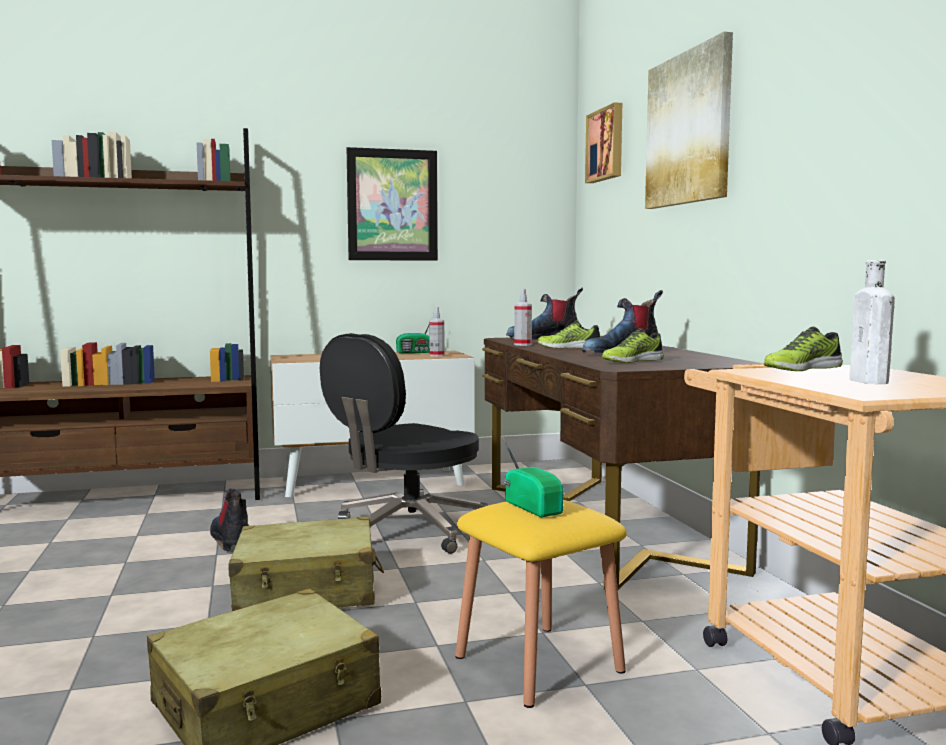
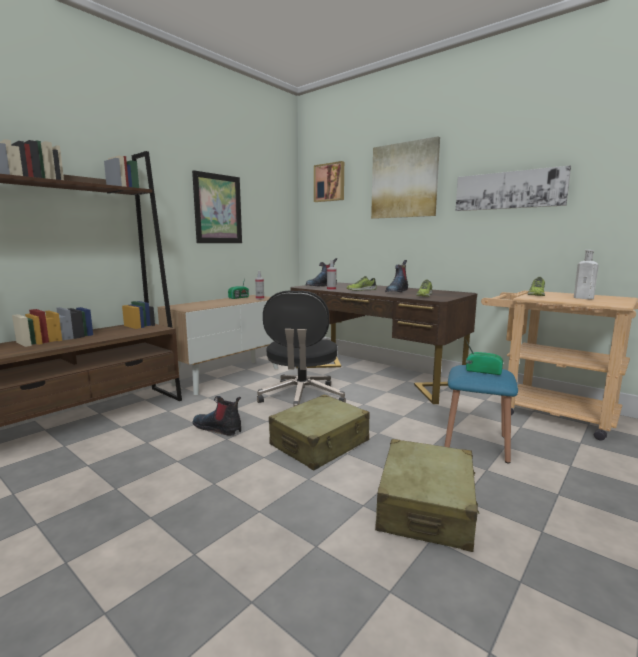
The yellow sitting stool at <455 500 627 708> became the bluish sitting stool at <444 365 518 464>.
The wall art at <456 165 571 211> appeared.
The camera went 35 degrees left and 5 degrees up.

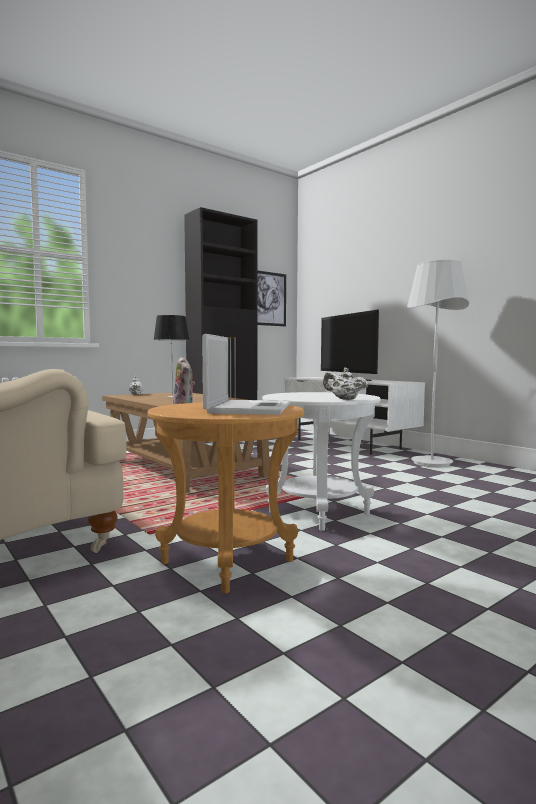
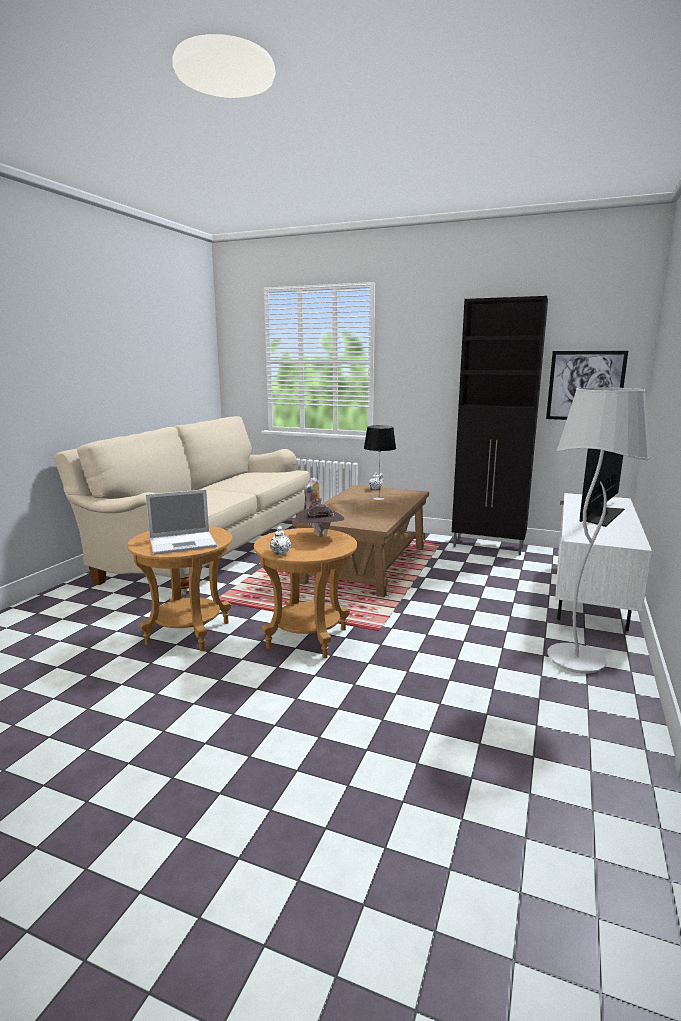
The white side table at <262 392 381 531> became the brown-coloured side table at <254 528 357 658>.
The brown-coloured clothing hat at <296 504 344 537> appeared.
The camera went 60 degrees right and 10 degrees up.

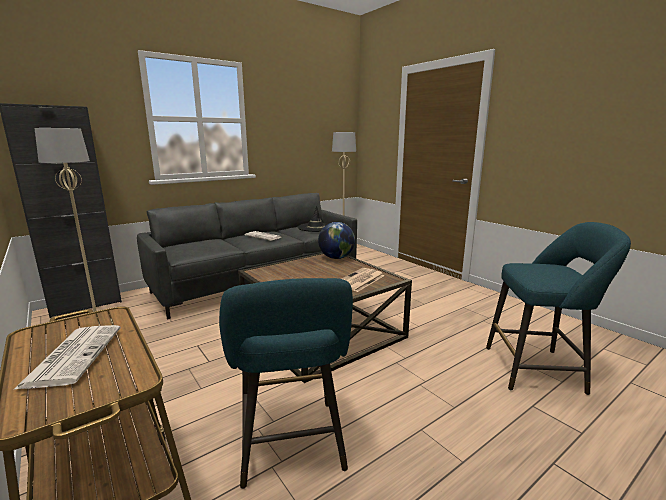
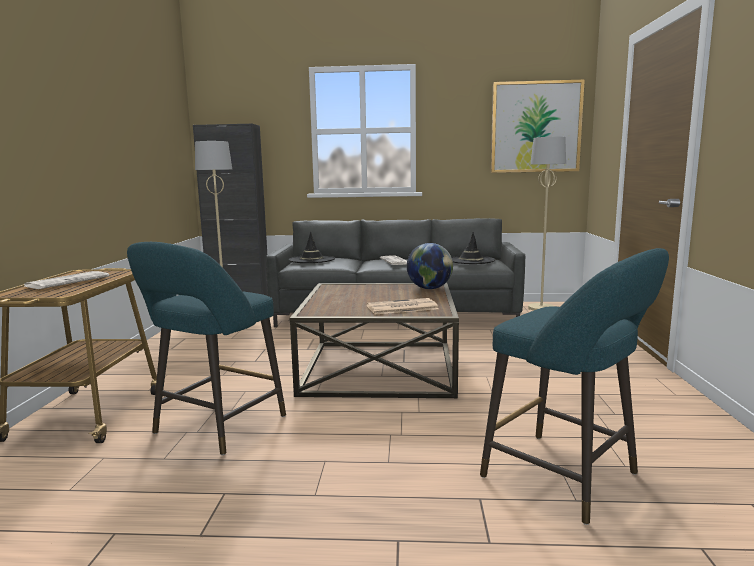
The blackish clothing hat at <289 232 335 263> appeared.
The wall art at <491 79 585 173> appeared.
The camera went 40 degrees right and 5 degrees down.

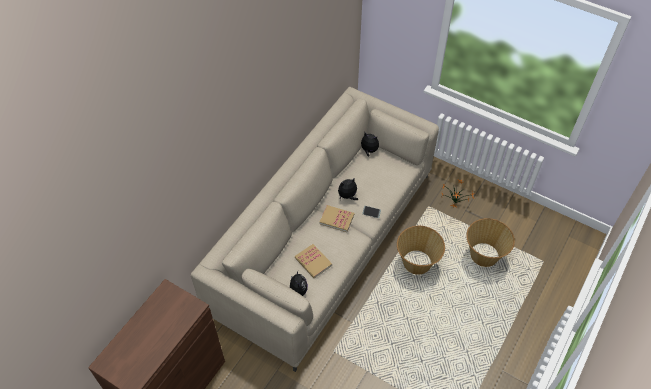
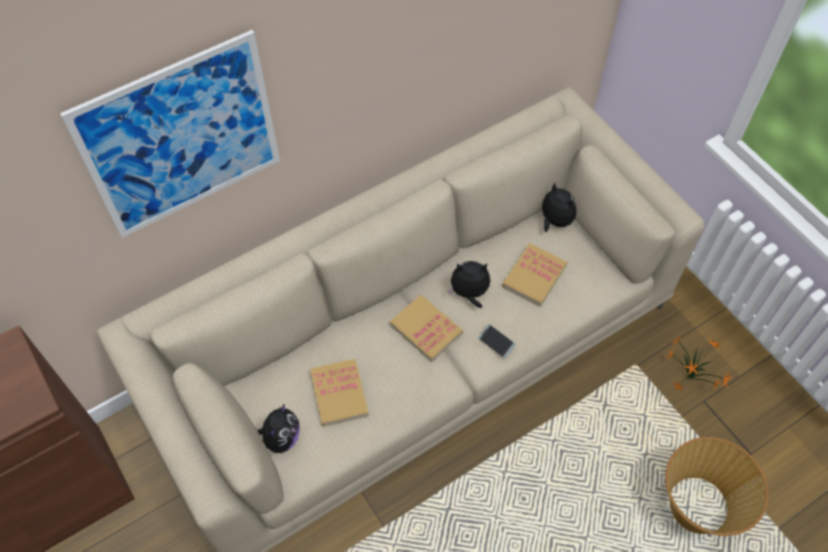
The wall art at <60 30 280 238> appeared.
The volume at <502 243 567 307> appeared.
The basket at <397 226 445 275> disappeared.
The camera went 25 degrees right and 5 degrees up.

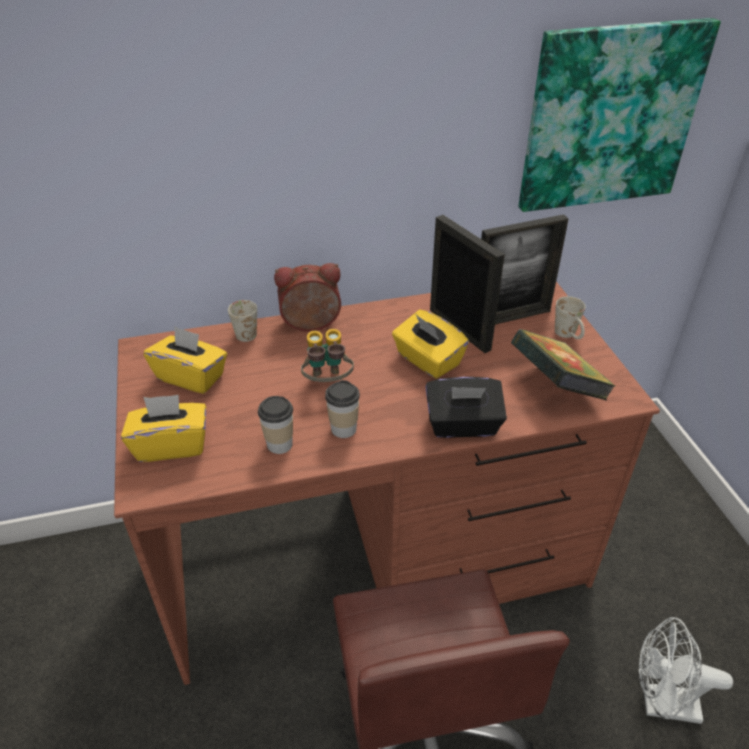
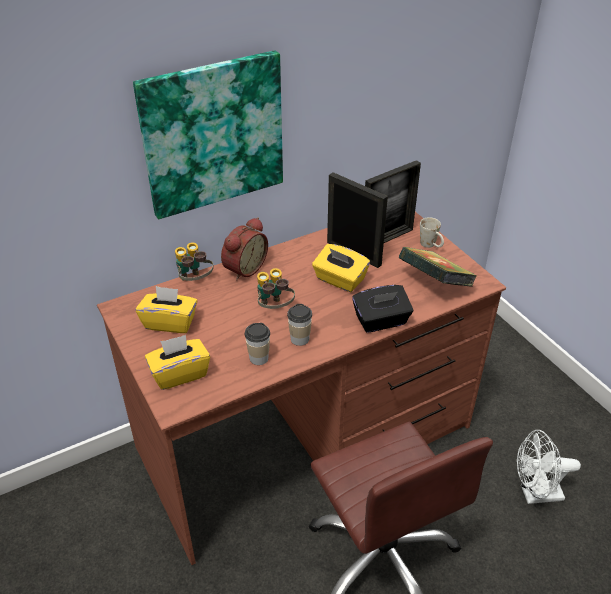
The wall art moved from <519 18 721 212> to <133 50 283 219>.
The white mug at <228 300 257 342> was replaced by the pair of binoculars at <175 242 214 281>.
The table clock at <274 263 341 332> turned 150 degrees clockwise.
The camera went 15 degrees left and 0 degrees up.

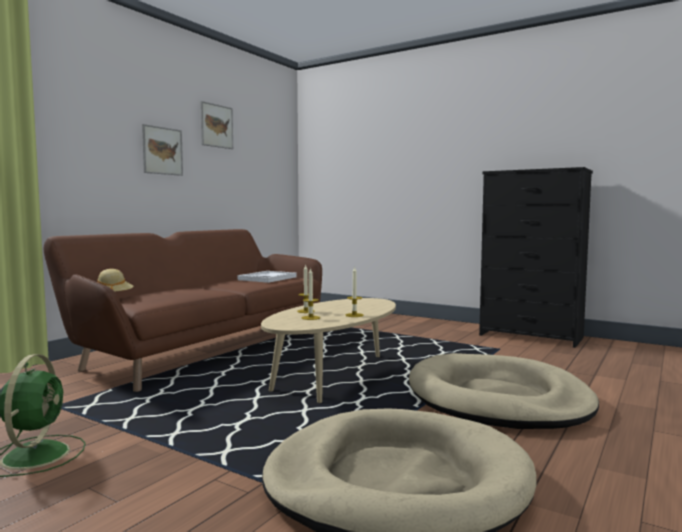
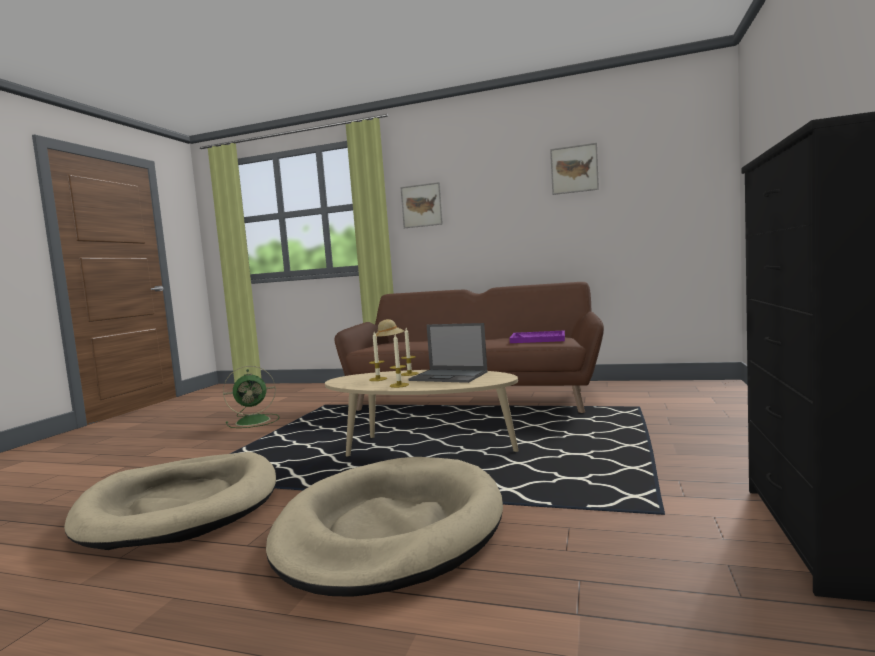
The wall art moved from <142 124 183 176> to <400 182 443 228>.
The portable computer at <408 323 487 383> appeared.
The white carrying tray at <238 271 296 283> became the purple carrying tray at <509 330 565 343>.
The camera went 75 degrees right and 0 degrees up.

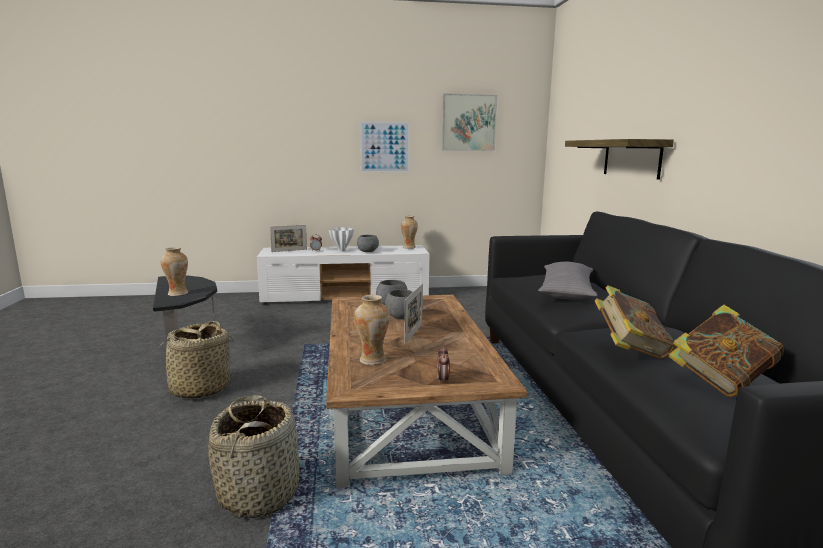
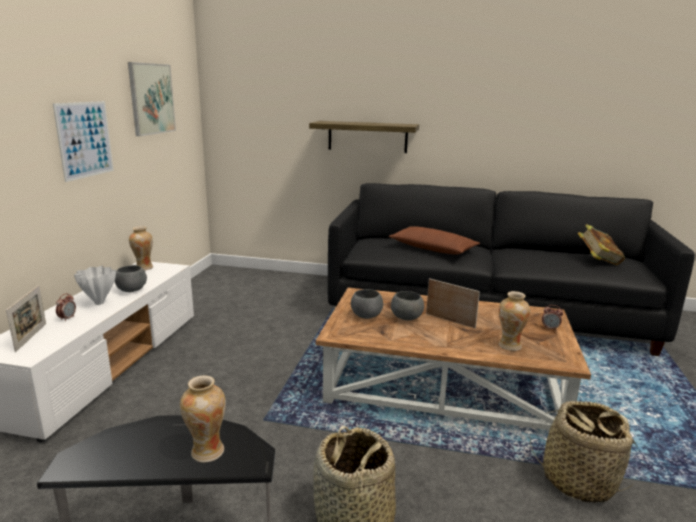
The greyish pillow at <538 262 597 299> became the brown-coloured pillow at <389 226 480 255>.
The volume at <595 285 675 359> disappeared.
The camera went 70 degrees left and 5 degrees up.

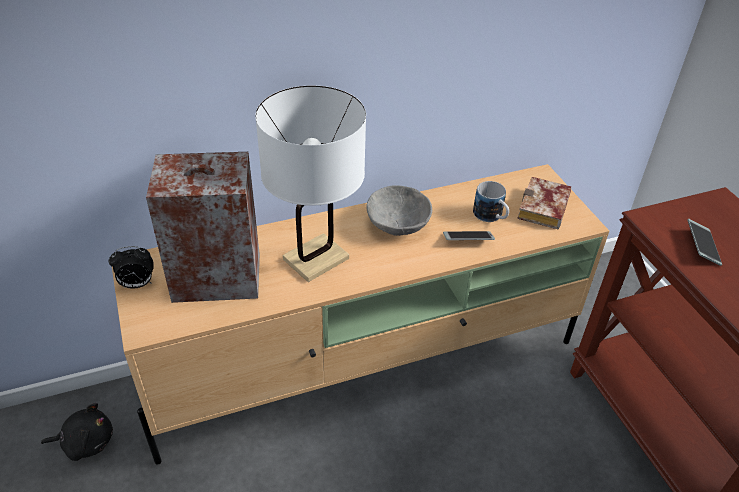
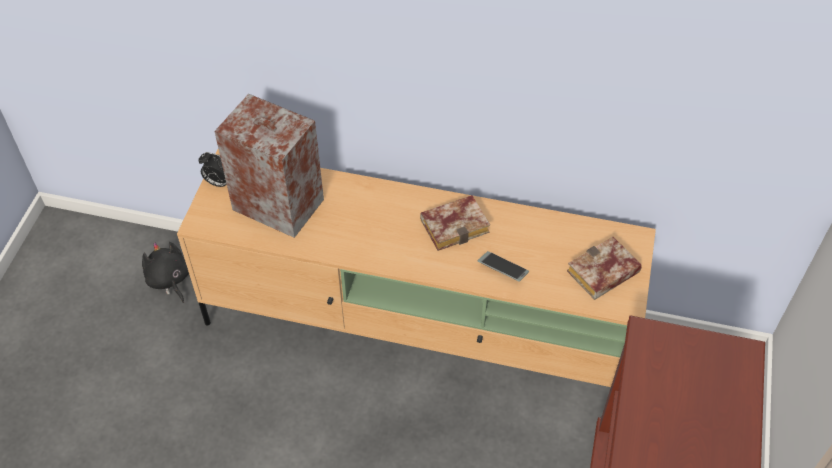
The blackish cuddly toy at <41 403 113 461> turned 150 degrees counterclockwise.
The greyish serving bowl at <366 185 432 236> was replaced by the volume at <420 195 490 251>.
The white tabletop lamp at <255 85 366 282> disappeared.
The mug at <473 181 509 222> disappeared.
The handset at <688 219 722 266> disappeared.
The camera went 35 degrees right and 10 degrees up.

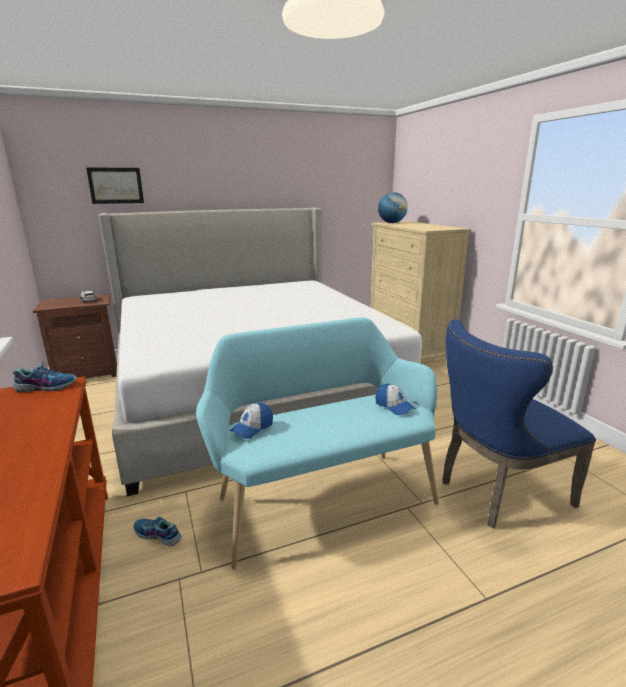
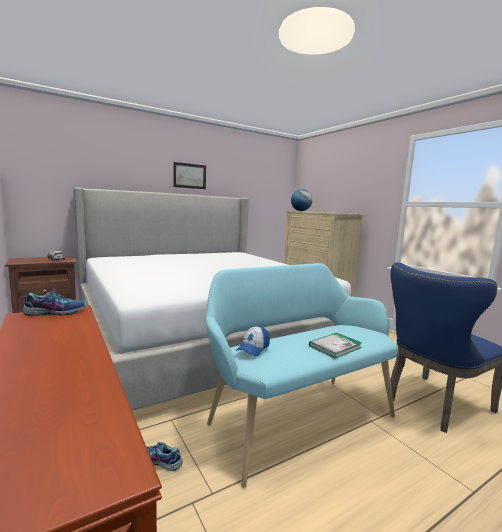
The wall art moved from <86 167 144 204> to <173 162 206 189>.
The volume at <309 333 362 358> appeared.
The cap at <375 383 416 415> disappeared.
The camera went 10 degrees left and 10 degrees down.

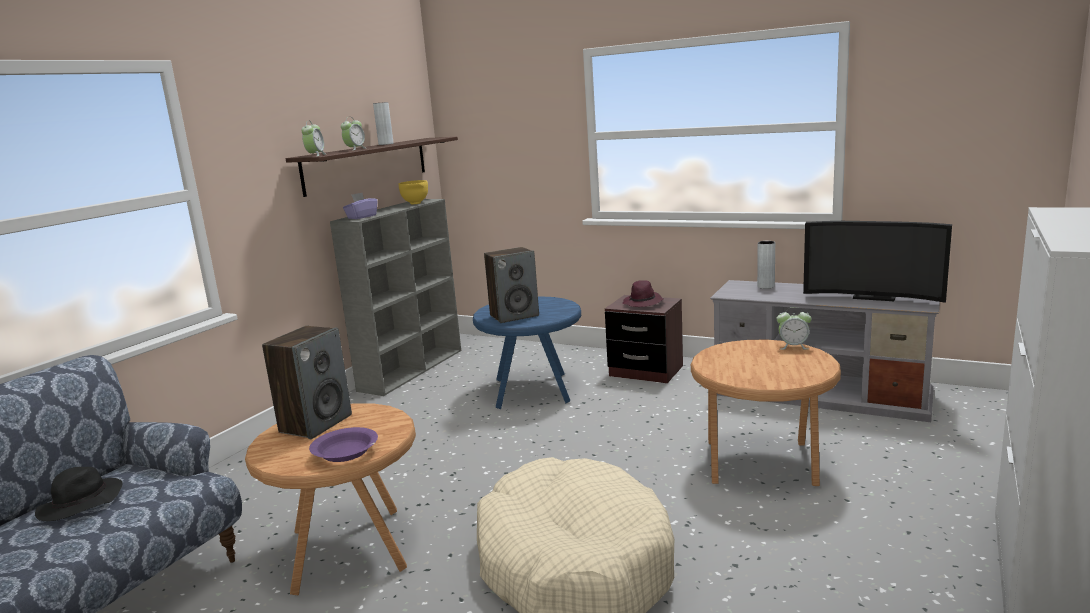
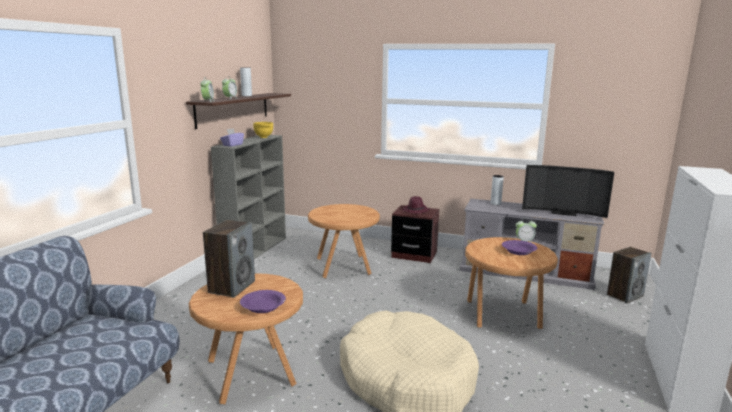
The bluish side table at <473 296 581 409> became the brown-coloured side table at <308 204 380 278>.
The purple serving bowl at <502 240 538 255> appeared.
The audio speaker moved from <484 247 539 323> to <607 247 651 303>.
The blackish clothing hat at <35 467 122 521> disappeared.
The camera went 10 degrees left and 0 degrees up.

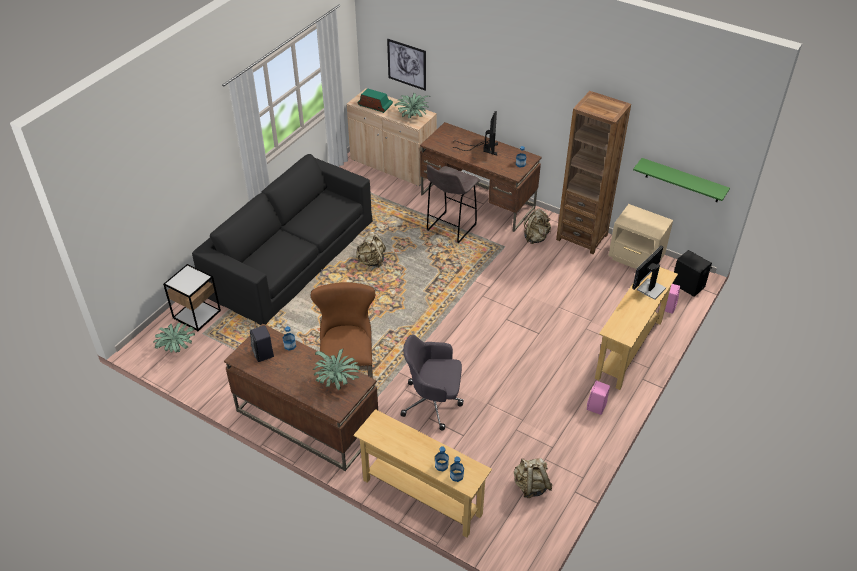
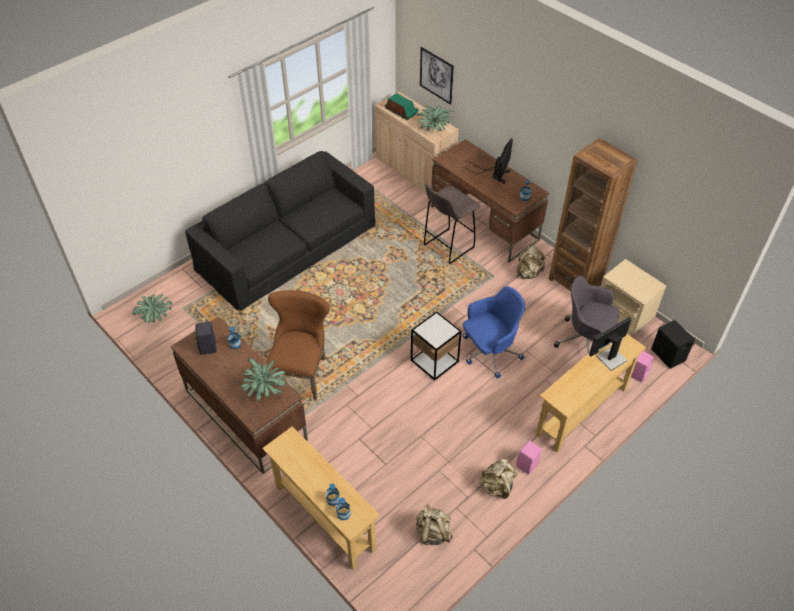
The side table moved from <163 264 221 331> to <411 311 462 381>.
The bluish computer chair at <462 286 525 378> appeared.
The beige backpack moved from <356 232 386 268> to <479 459 517 499>.
The greyish computer chair moved from <400 334 464 431> to <554 276 619 354>.
The green-coloured shelf at <633 158 730 202> disappeared.
The camera went 15 degrees right and 5 degrees up.

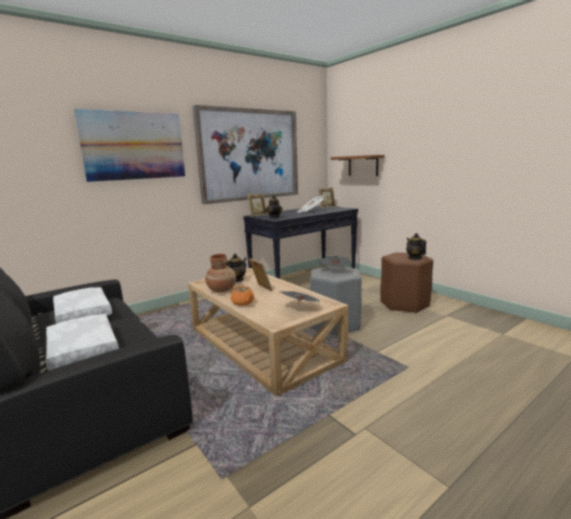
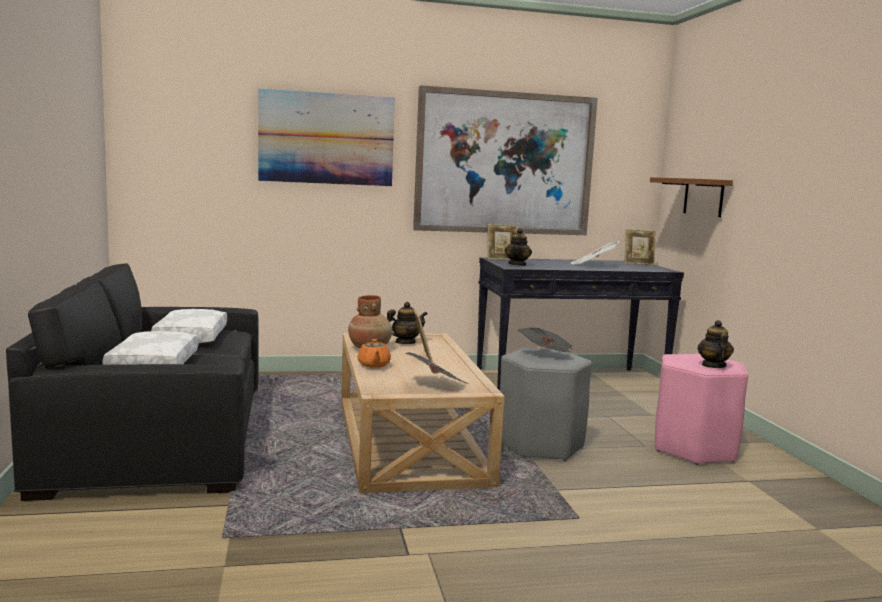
The brown-coloured sitting stool at <380 252 434 314> became the pink-coloured sitting stool at <655 354 748 465>.
The camera went 25 degrees right and 5 degrees down.

